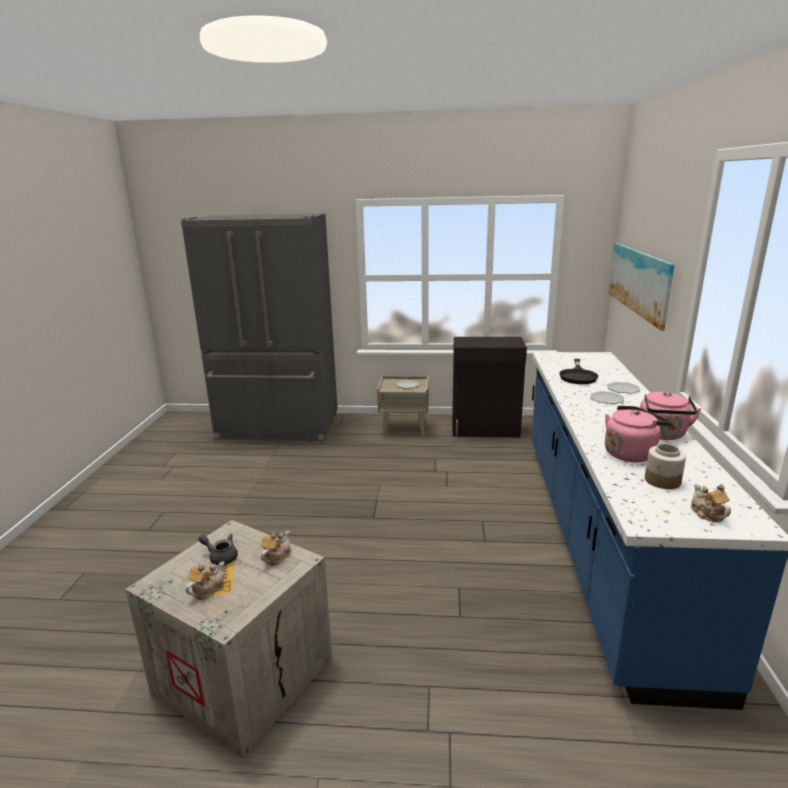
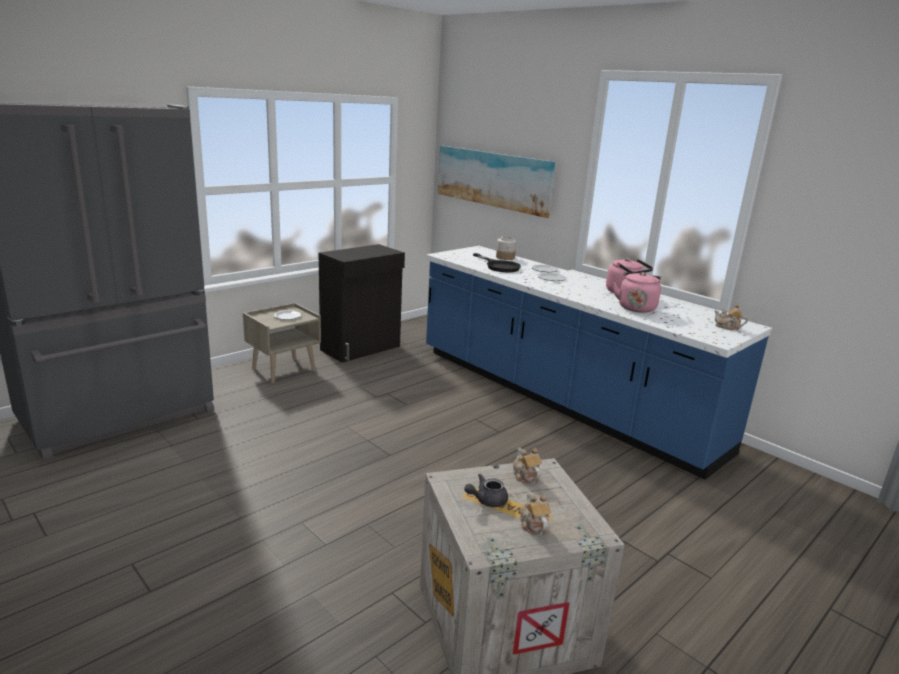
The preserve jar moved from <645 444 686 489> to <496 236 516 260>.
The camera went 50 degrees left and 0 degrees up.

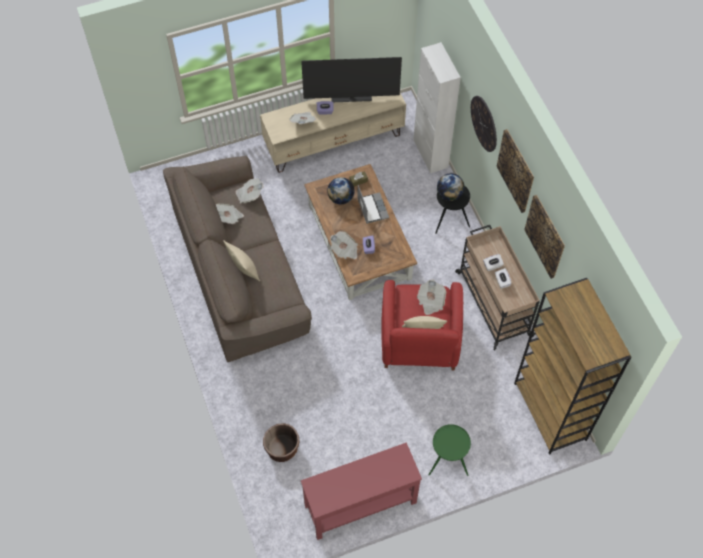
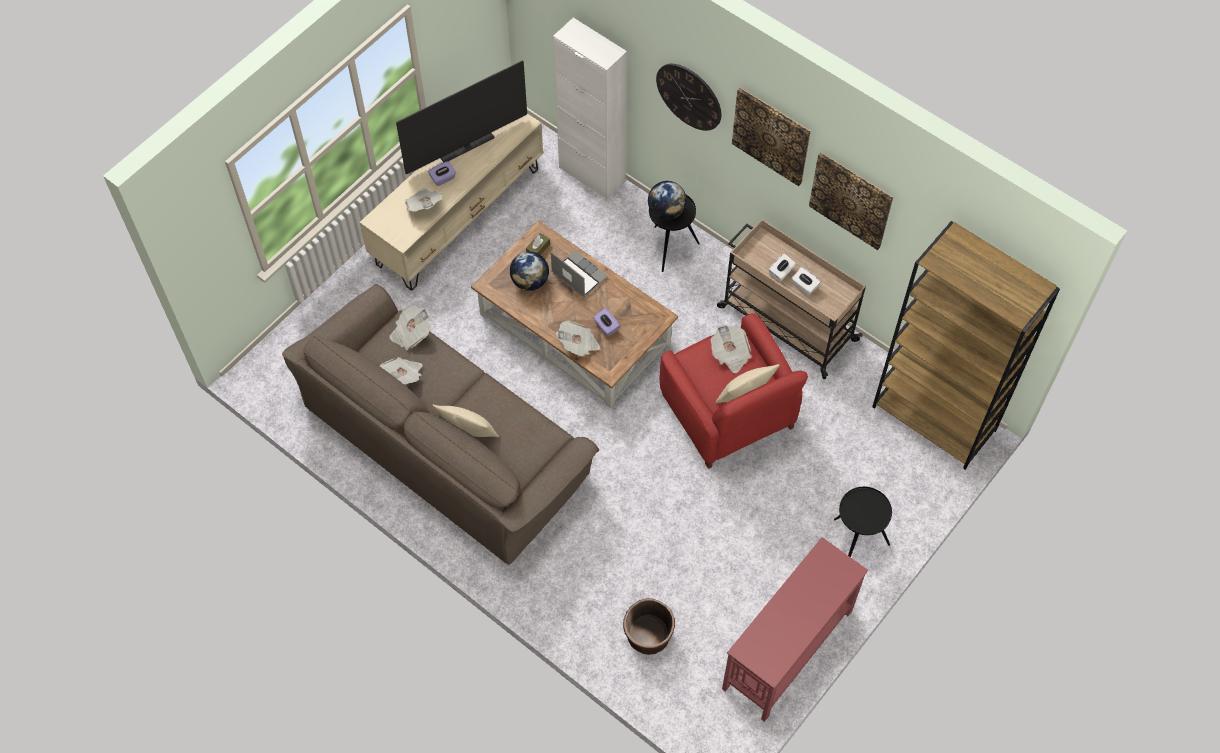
The green-coloured side table at <429 424 471 476> became the blackish side table at <834 487 892 557>.
The camera went 30 degrees left and 0 degrees up.

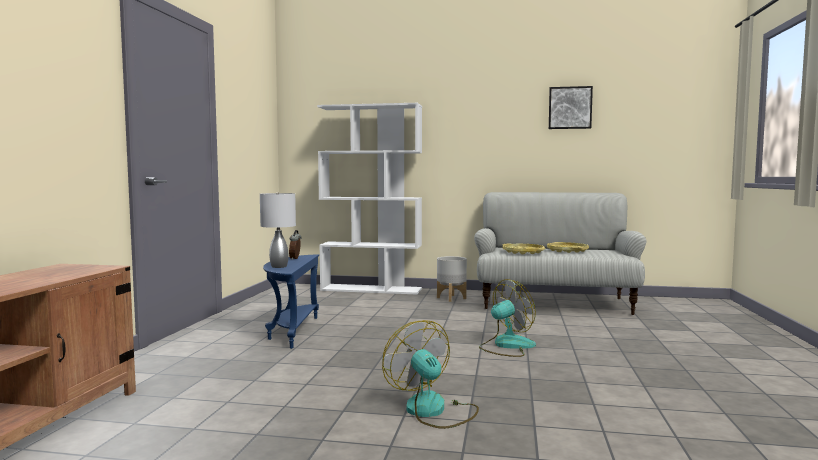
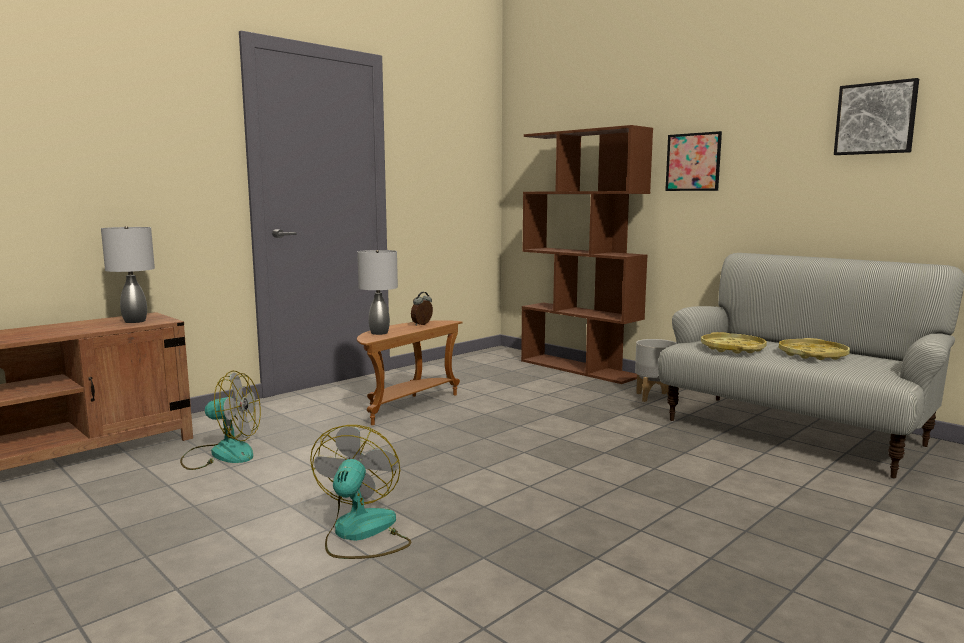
The greyish tabletop lamp at <101 226 155 323> appeared.
The fan moved from <479 279 536 357> to <180 371 261 470>.
The bluish side table at <263 255 319 349> became the brown-coloured side table at <357 320 463 425>.
The white shelving unit at <317 103 422 294> became the brown-coloured shelving unit at <521 125 653 384>.
The wall art at <665 131 722 191> appeared.
The camera went 35 degrees right and 5 degrees up.

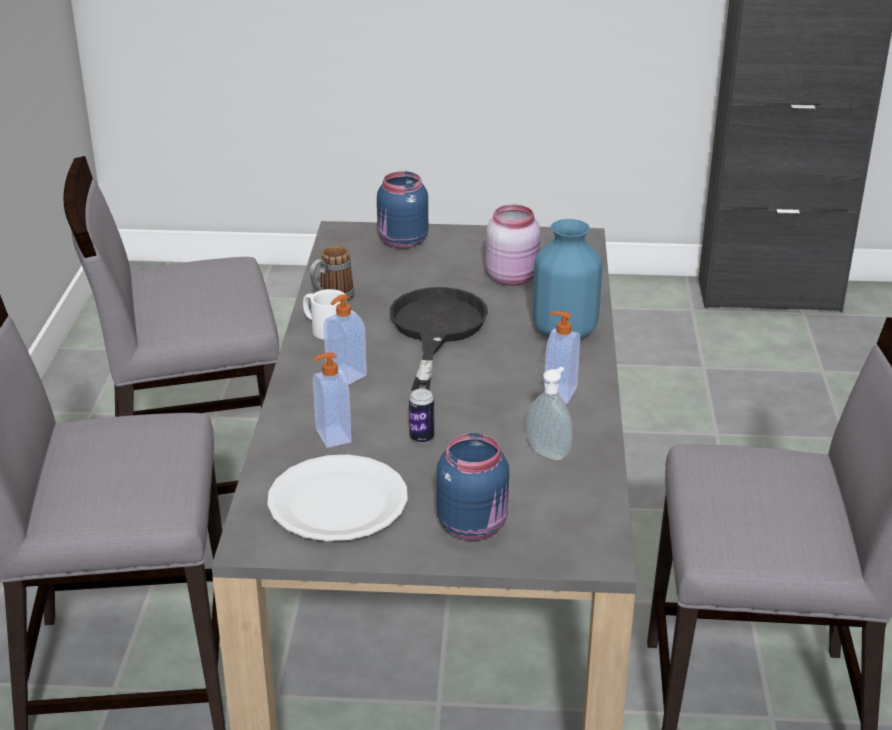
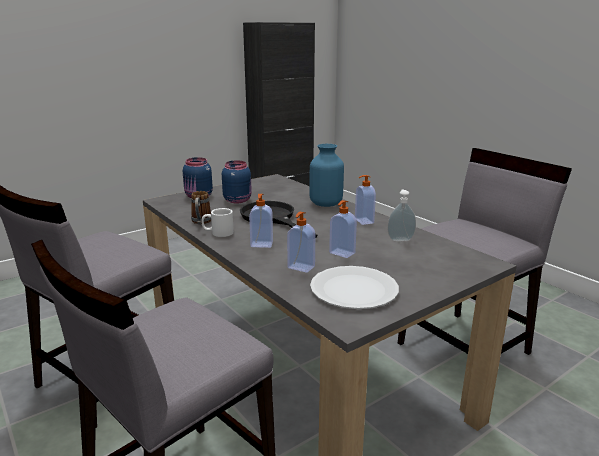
The bluish preserve jar moved from <437 433 509 541> to <222 161 252 203>.
The sealed can at <409 388 434 443> was replaced by the liquid soap bottle at <329 200 357 258>.
The pink-coloured preserve jar at <486 205 541 286> disappeared.
The camera went 40 degrees left and 10 degrees down.

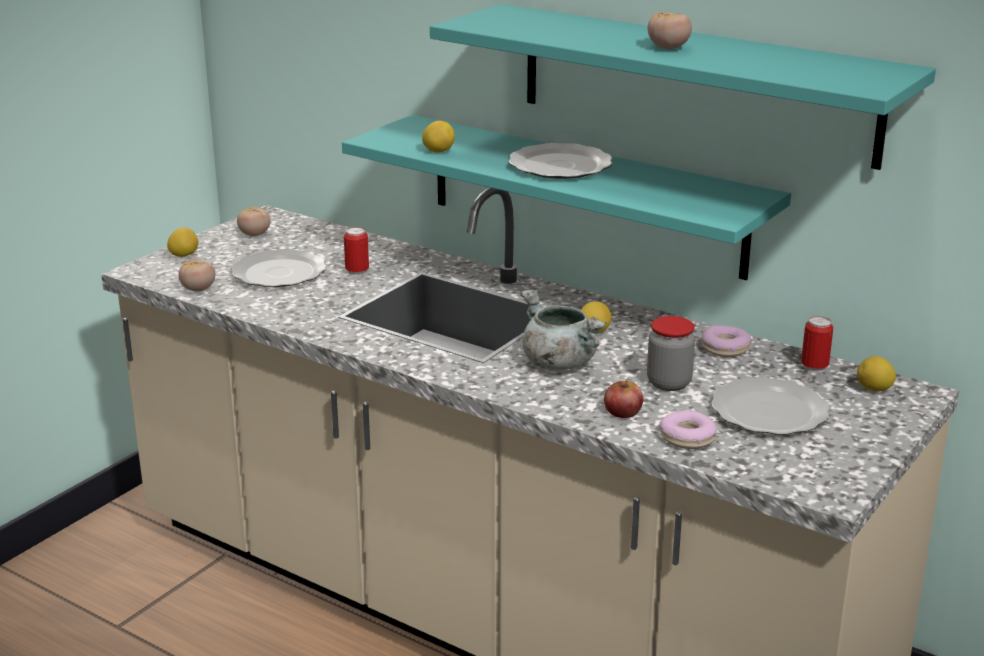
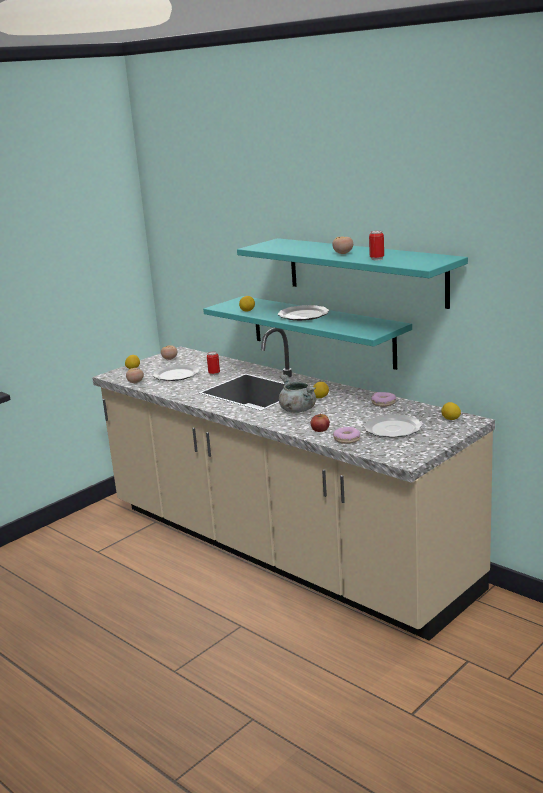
The sealed can moved from <801 316 833 373> to <369 231 384 260>.
The preserve jar at <647 316 695 391> disappeared.
The camera went 10 degrees right and 5 degrees down.

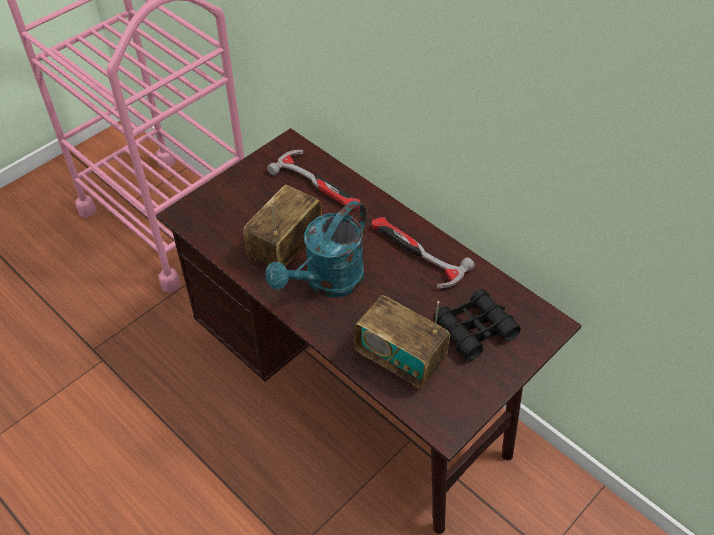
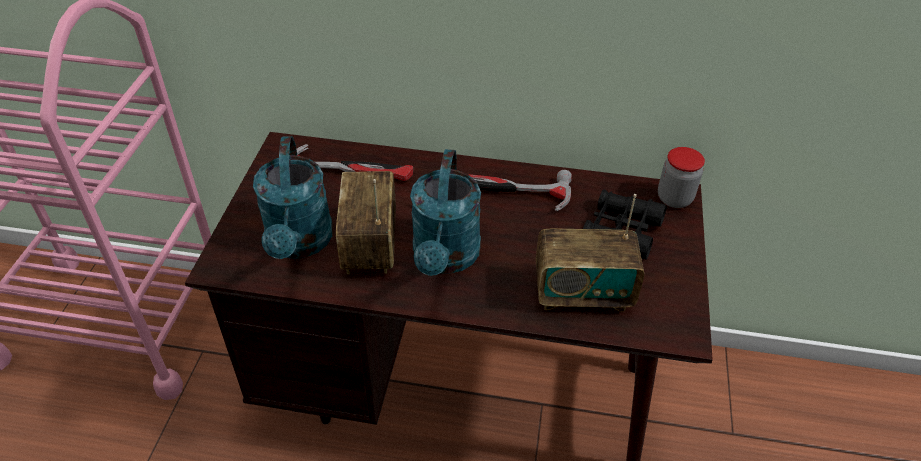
The turquoise-coloured sprinkling can at <253 136 333 259> appeared.
The preserve jar at <658 147 705 208> appeared.
The camera went 35 degrees left and 5 degrees down.

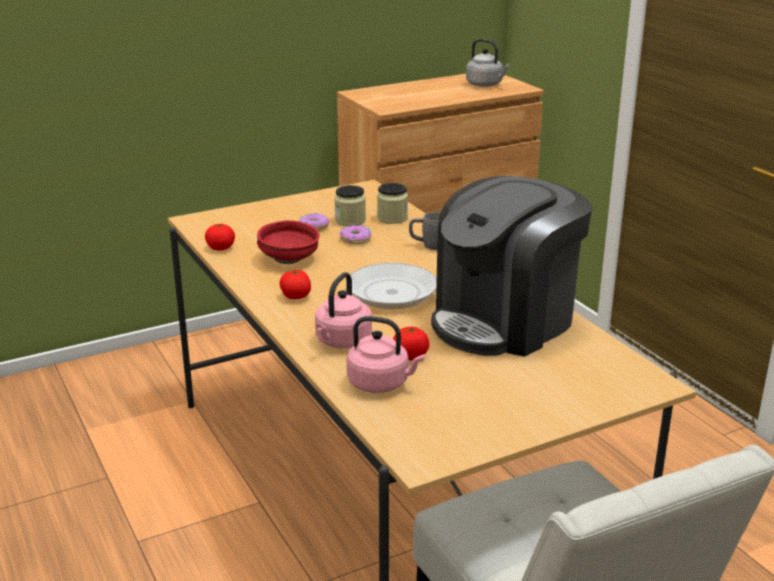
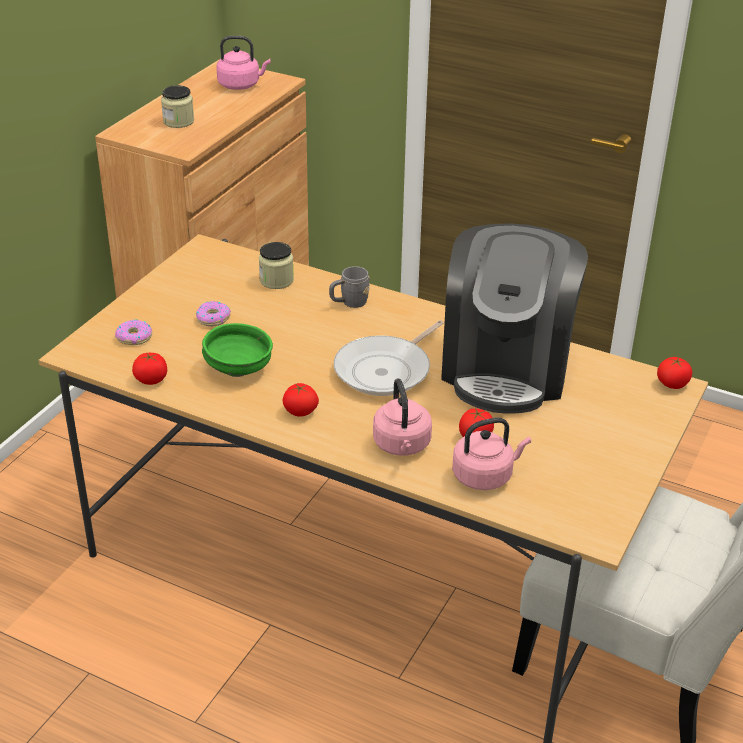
The donut moved from <340 225 371 244> to <115 319 152 345>.
The preserve jar moved from <334 185 366 226> to <161 85 194 128>.
The red-coloured serving bowl at <257 220 320 264> became the green-coloured serving bowl at <202 323 273 377>.
The greyish water kettle at <466 39 510 87> became the pink-coloured water kettle at <216 36 271 90>.
The fresh tomato at <657 356 692 389> appeared.
The camera went 35 degrees left and 10 degrees up.

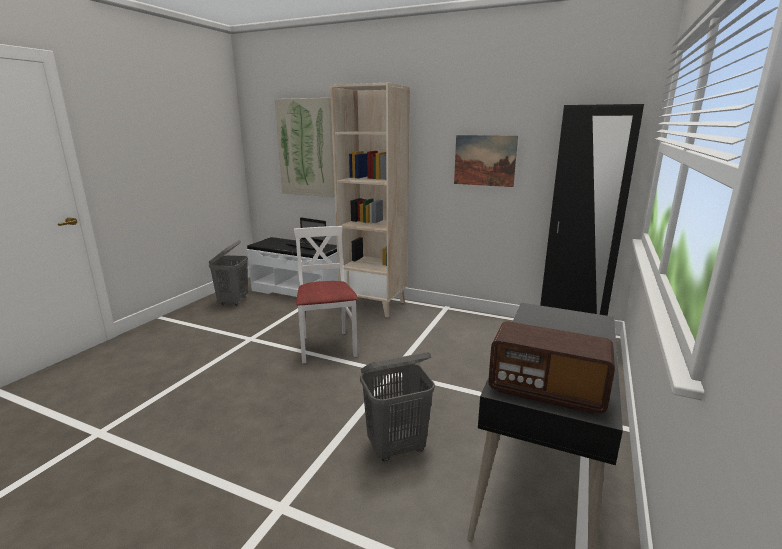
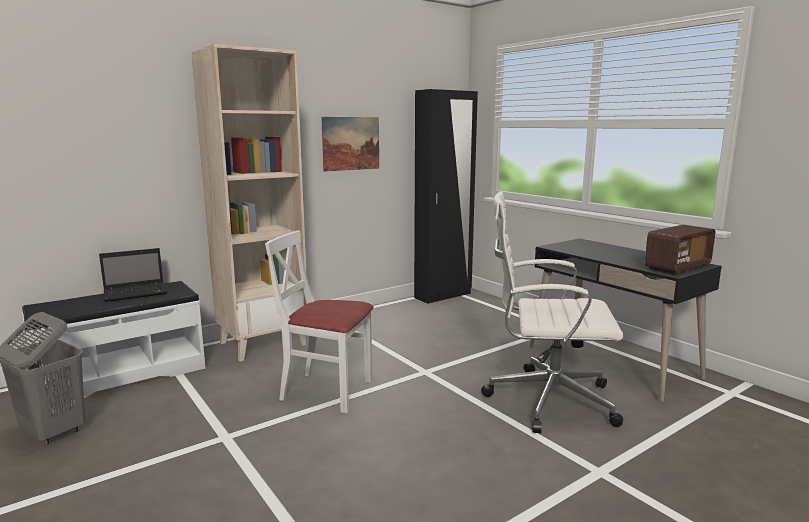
The greyish hamper at <360 352 435 461> was replaced by the white computer chair at <481 192 624 433>.
The wall art at <275 98 335 197> disappeared.
The camera went 60 degrees left and 5 degrees down.

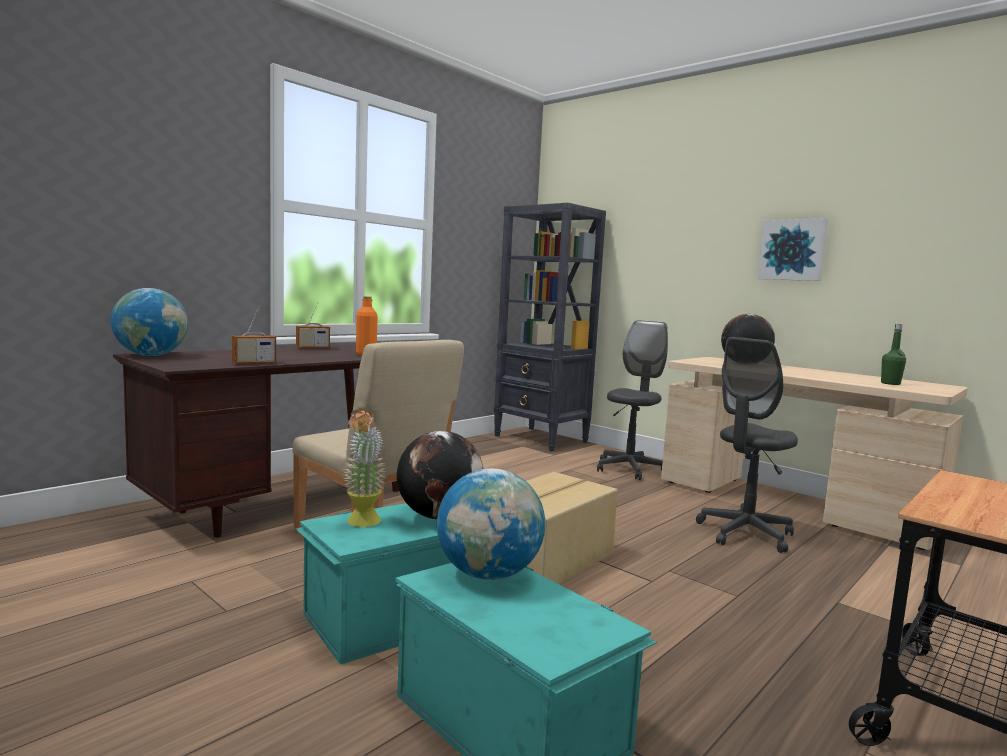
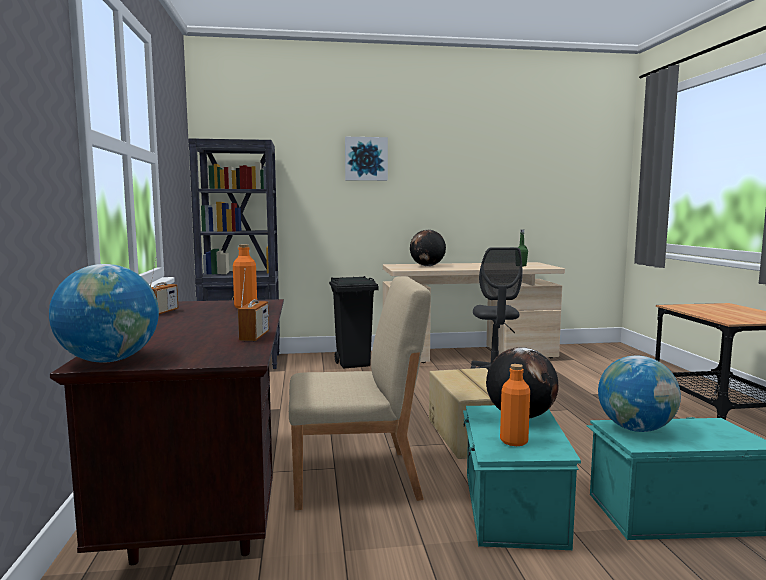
The greyish computer chair at <597 320 668 480> was replaced by the blackish rubbish bin at <329 276 379 368>.
The wall art moved from <758 218 828 281> to <345 137 388 181>.
The houseplant at <344 409 387 527> was replaced by the orange bottle at <500 364 530 446>.
The camera went 50 degrees left and 0 degrees up.

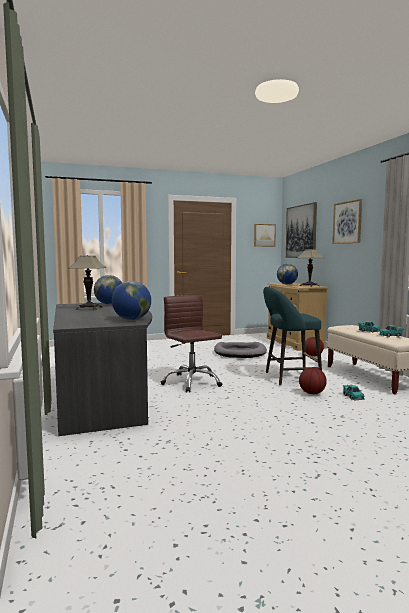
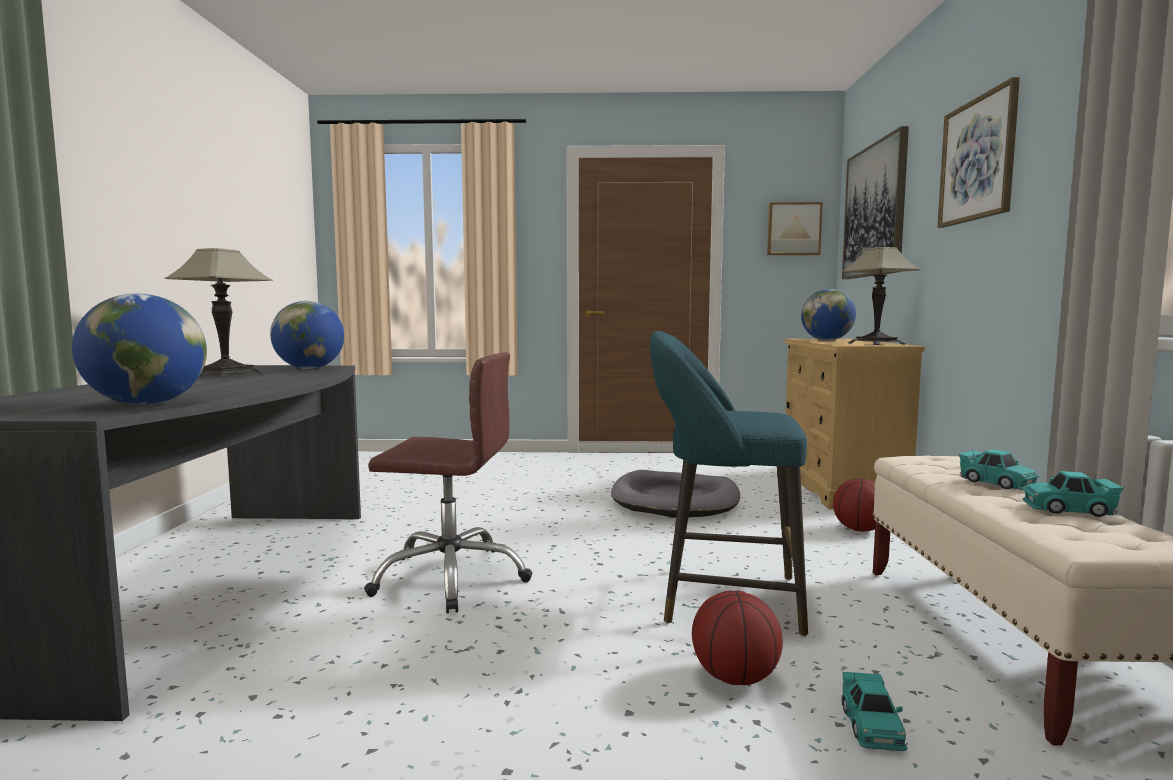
The brown-coloured computer chair at <161 295 222 393> turned 105 degrees clockwise.
The camera went 20 degrees right and 0 degrees up.

